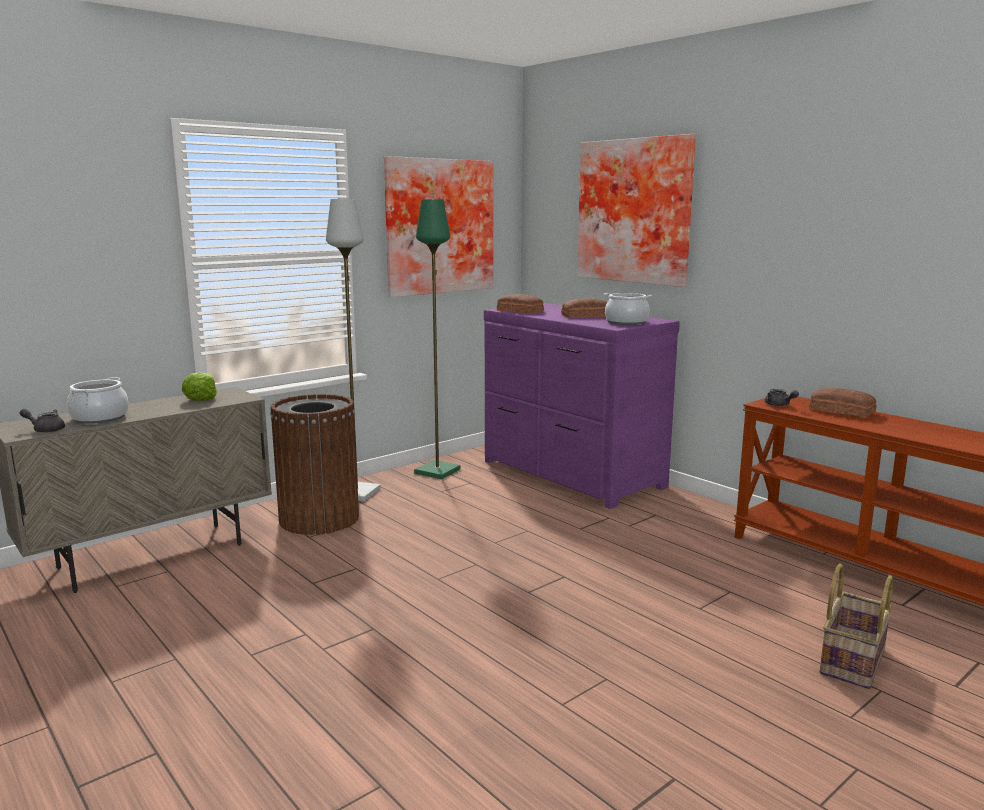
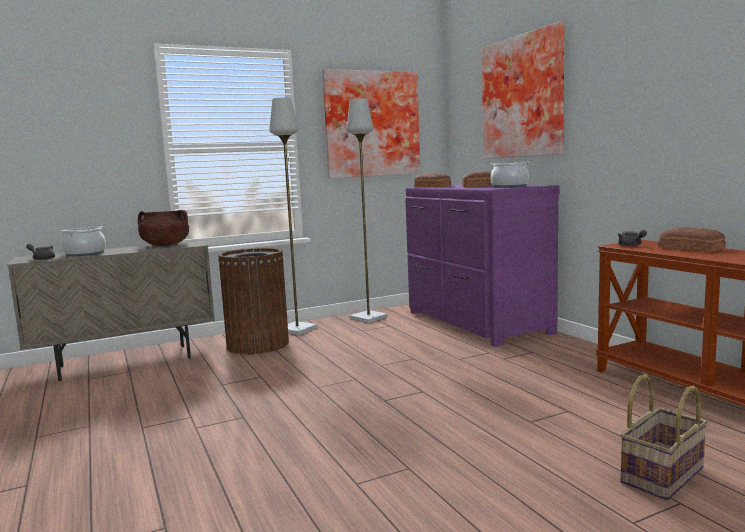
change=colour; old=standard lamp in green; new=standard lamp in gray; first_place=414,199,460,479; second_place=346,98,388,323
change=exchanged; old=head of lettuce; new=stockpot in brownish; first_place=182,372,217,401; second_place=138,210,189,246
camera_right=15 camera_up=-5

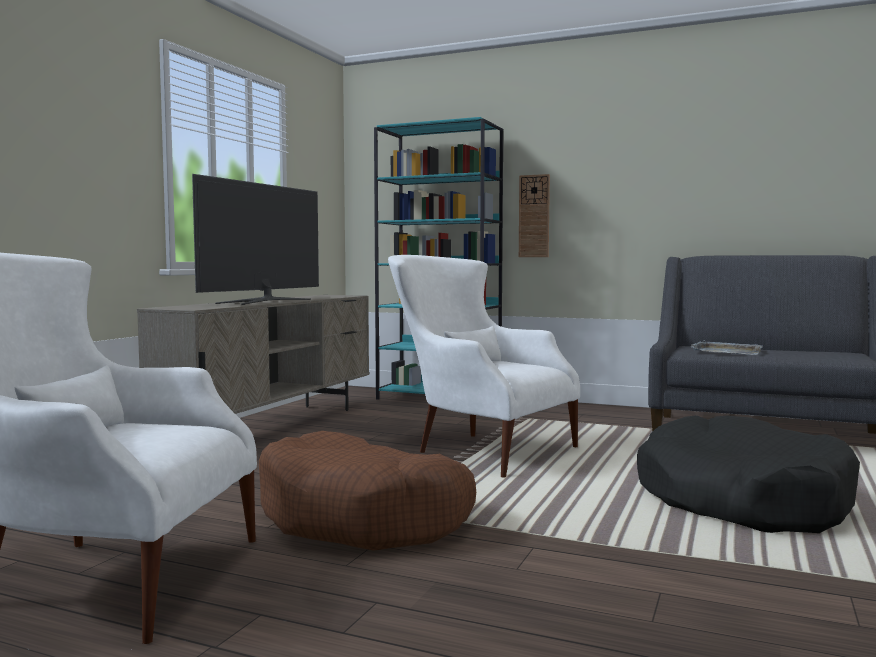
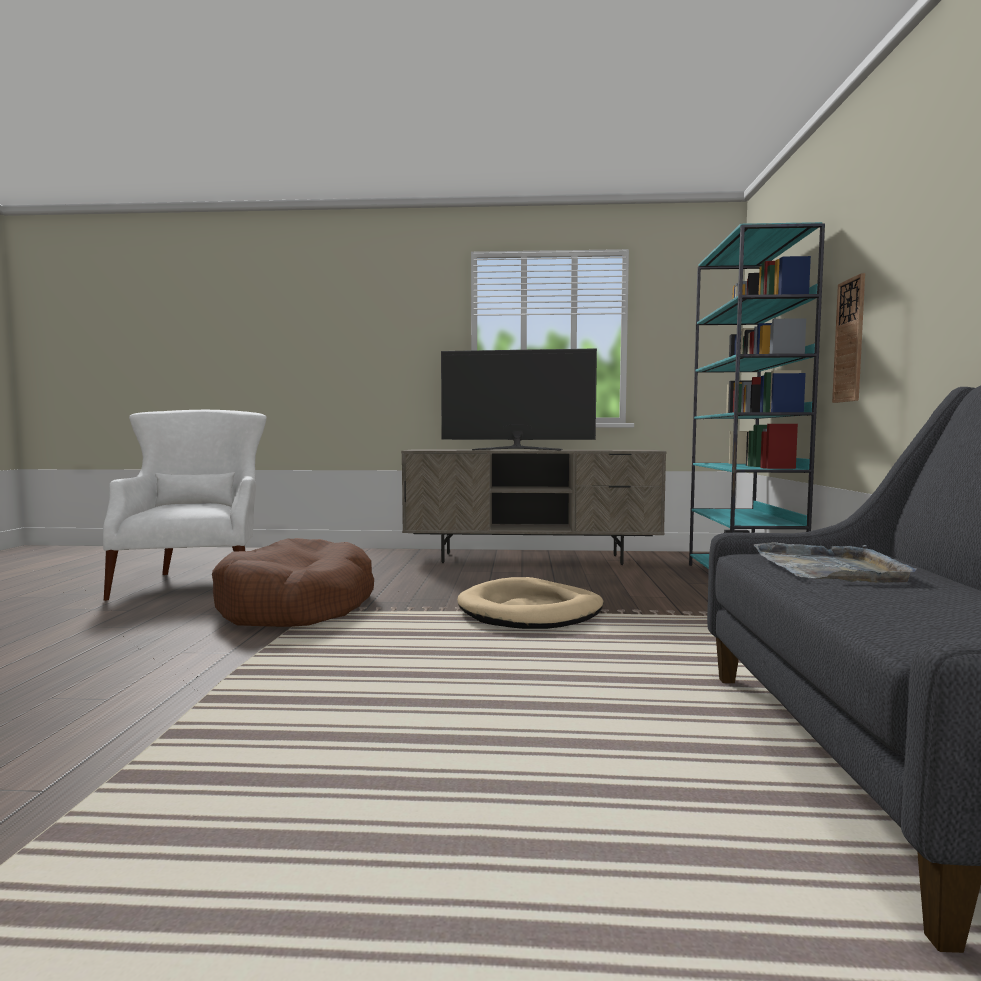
change=exchanged; old=armchair in whitish; new=dog bed in beige-coloured; first_place=388,255,580,478; second_place=457,577,604,629
change=missing; old=dog bed in black; first_place=637,415,860,533
camera_right=70 camera_up=0

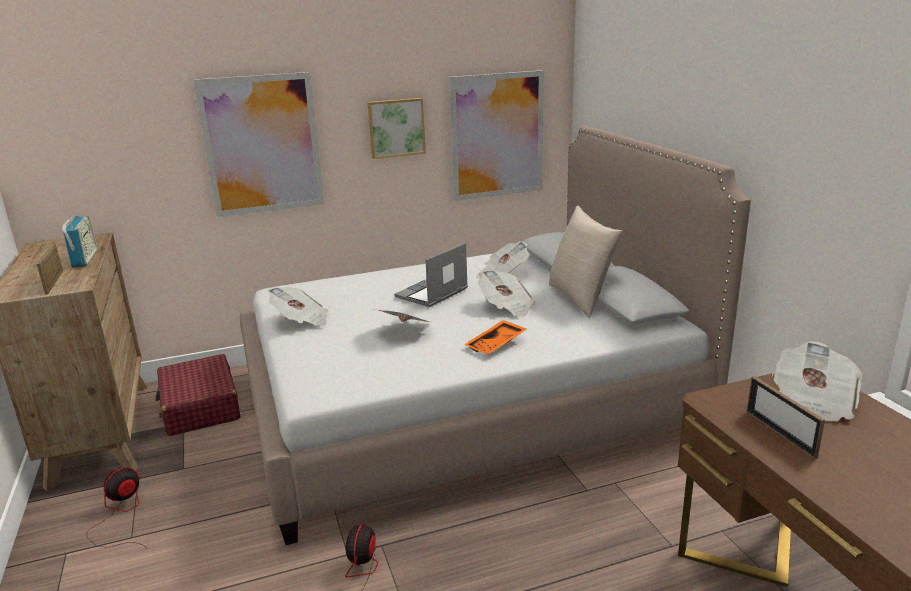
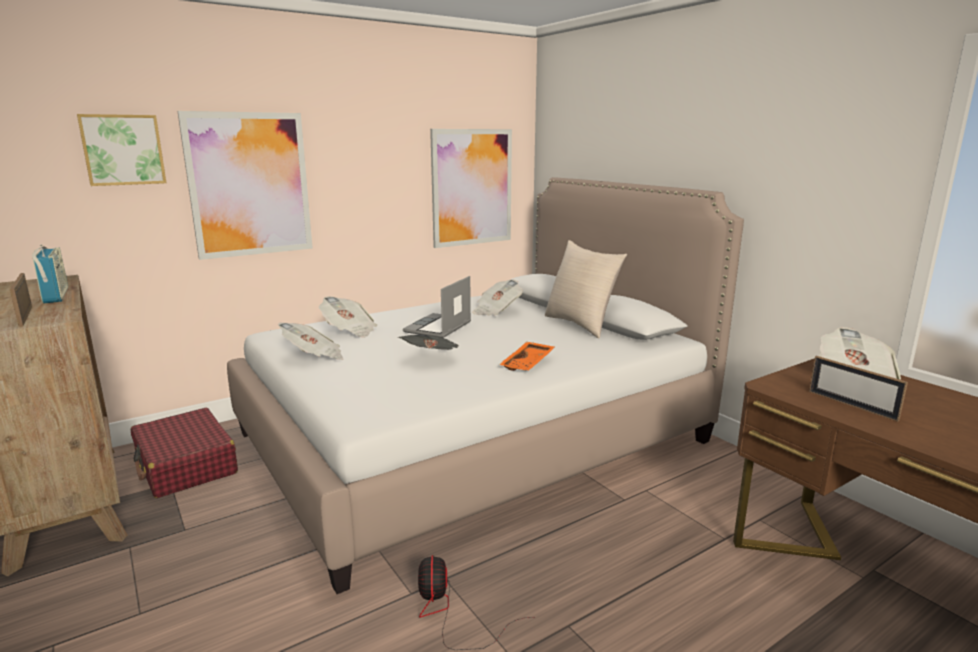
change=relocated; old=wall art; first_place=367,98,426,159; second_place=77,114,166,186
change=relocated; old=printed paper; first_place=478,269,536,317; second_place=319,296,377,338
change=missing; old=cooling fan; first_place=87,467,148,549
camera_right=-15 camera_up=-5

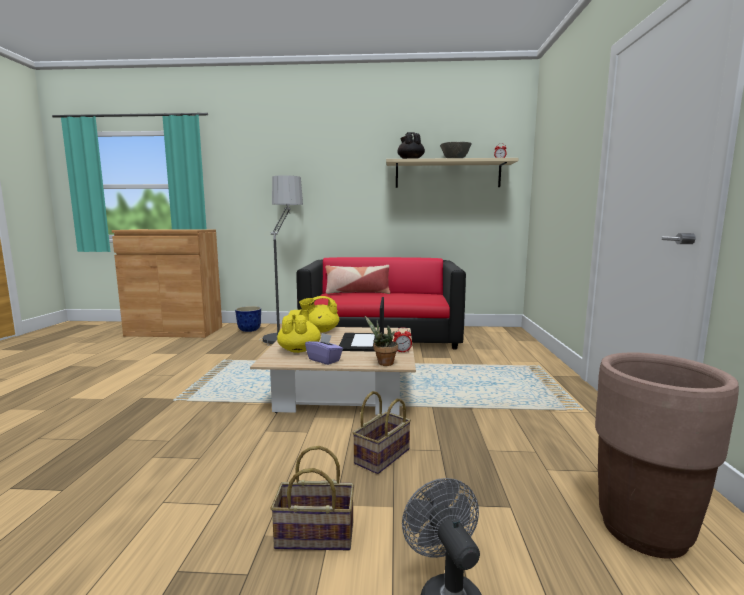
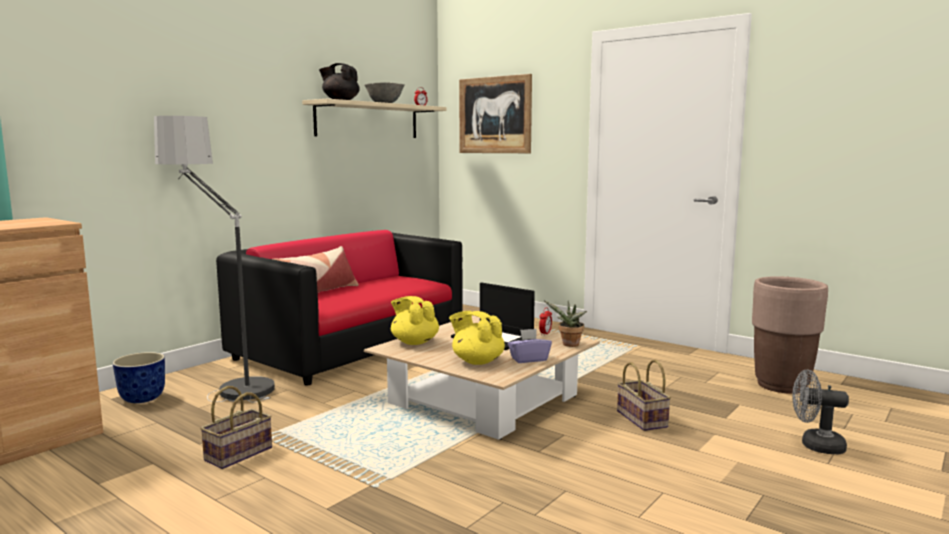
change=spun; old=pot for tea in yellow; first_place=299,296,339,332; second_place=391,296,439,345; degrees=120
change=relocated; old=household basket; first_place=271,446,354,550; second_place=200,386,272,469
change=appeared; new=wall art; second_place=459,74,532,153
camera_right=-55 camera_up=0

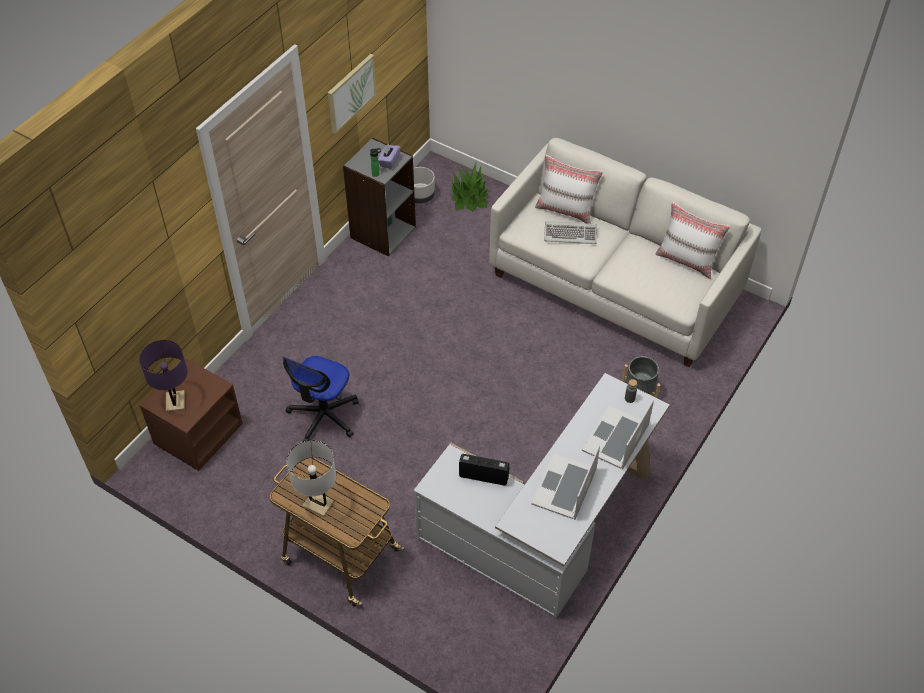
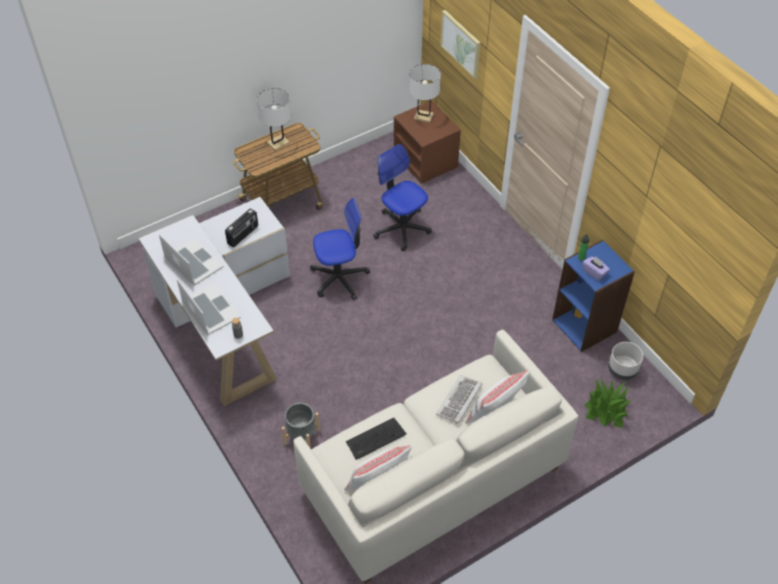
change=relocated; old=wall art; first_place=328,54,377,134; second_place=441,10,481,79
change=colour; old=bookcase in gray; new=bookcase in blue-coloured; first_place=343,137,416,257; second_place=552,240,635,352
change=colour; old=table lamp in purple-coloured; new=table lamp in whitish; first_place=139,340,188,412; second_place=409,64,441,123
change=appeared; new=office chair; second_place=310,198,370,300
change=appeared; new=keyboard; second_place=346,417,407,460
camera_right=115 camera_up=0

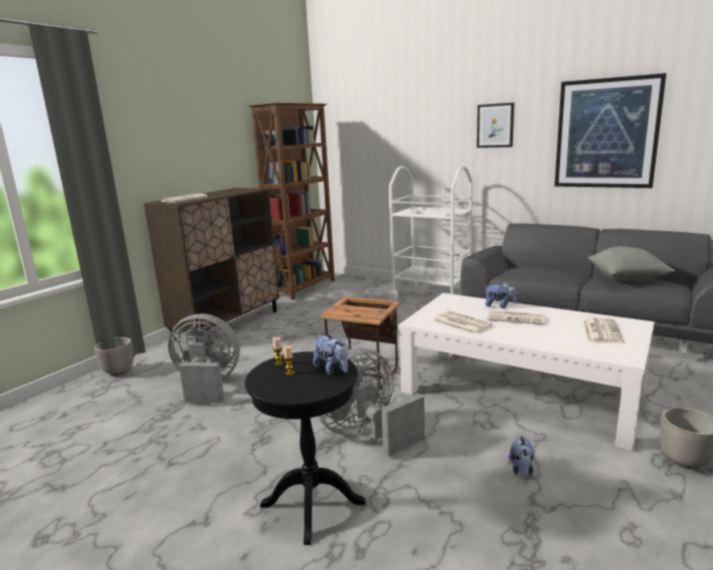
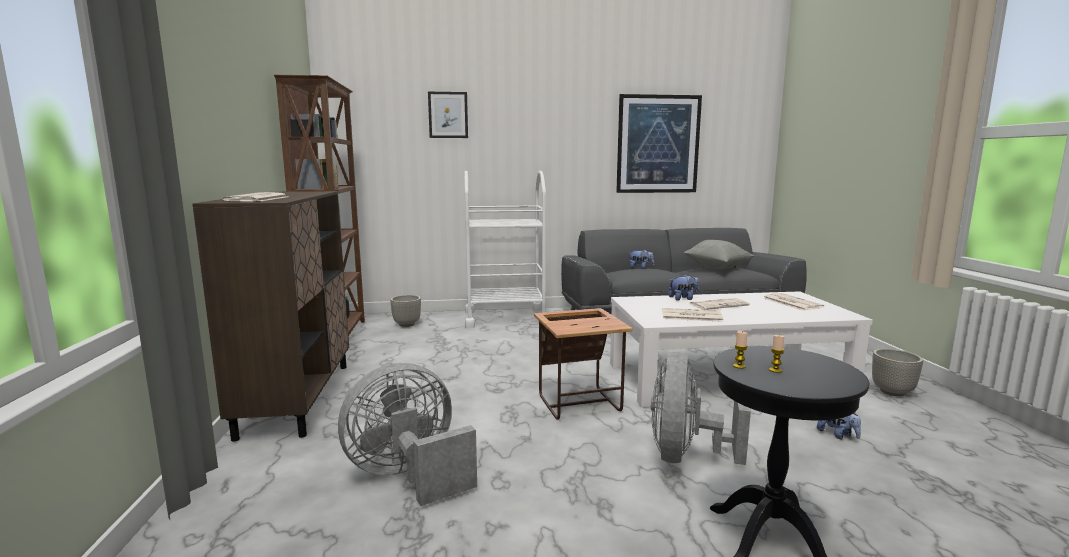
change=relocated; old=wall art; first_place=477,103,514,148; second_place=428,92,468,138
change=relocated; old=plush toy; first_place=313,334,348,375; second_place=628,249,654,269
change=relocated; old=planter; first_place=95,337,133,376; second_place=390,295,421,327
camera_right=-40 camera_up=-5

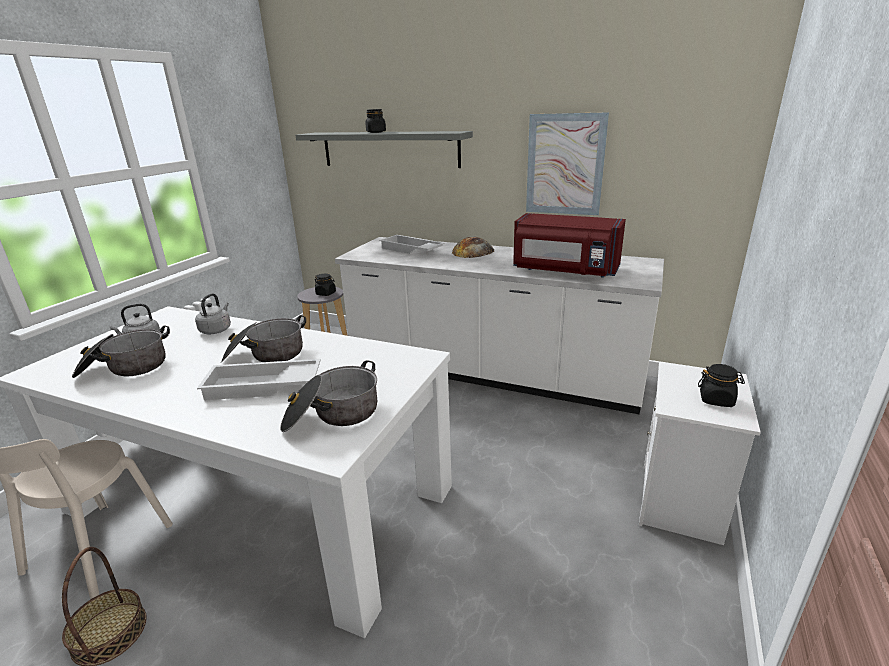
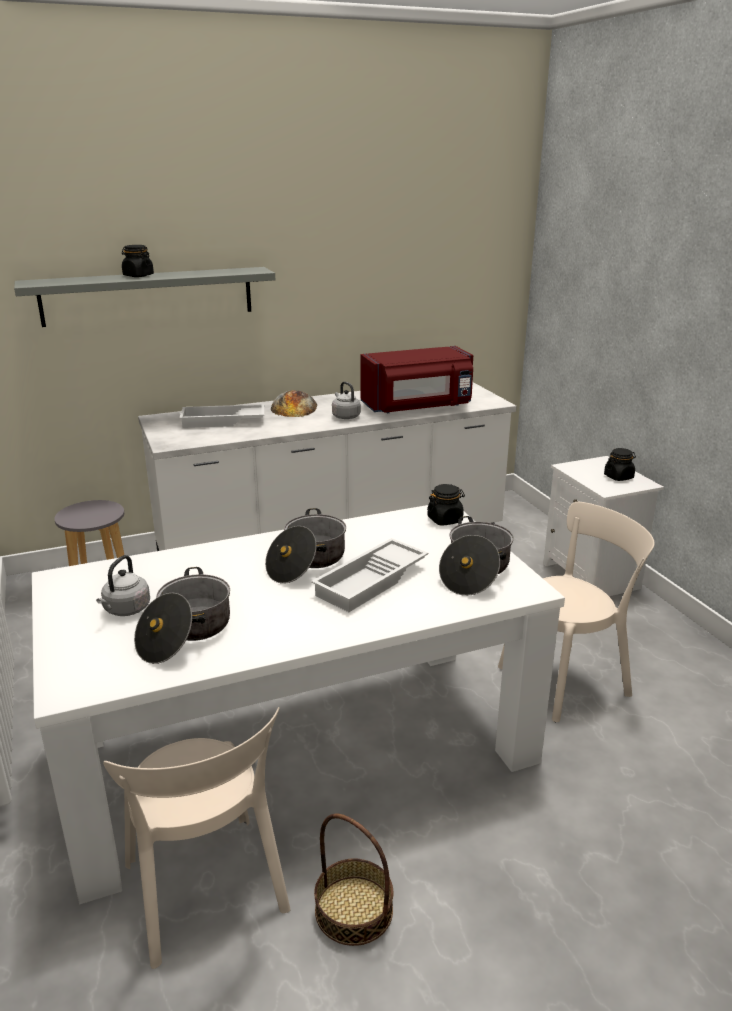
change=missing; old=wall art; first_place=526,112,609,215
change=relocated; old=storage jar in black; first_place=315,274,336,296; second_place=427,484,465,526
change=relocated; old=water kettle in gray; first_place=195,293,231,334; second_place=332,381,361,419
change=appeared; new=chair in beige-coloured; second_place=498,502,655,722
camera_right=-45 camera_up=0

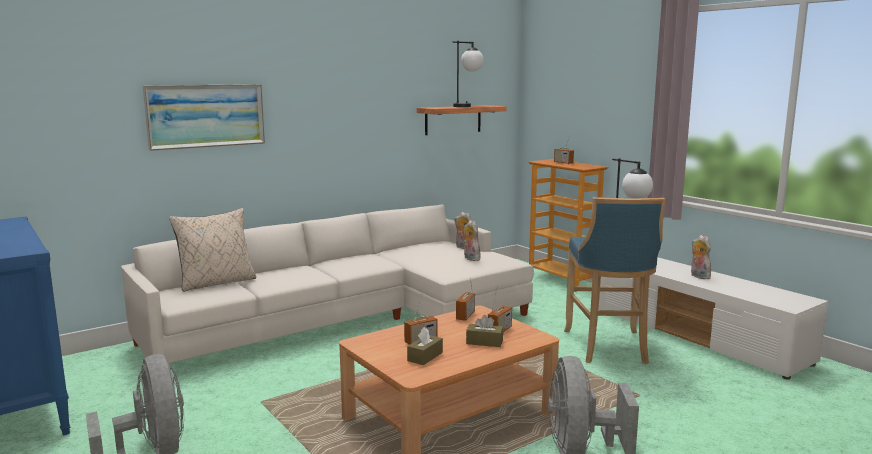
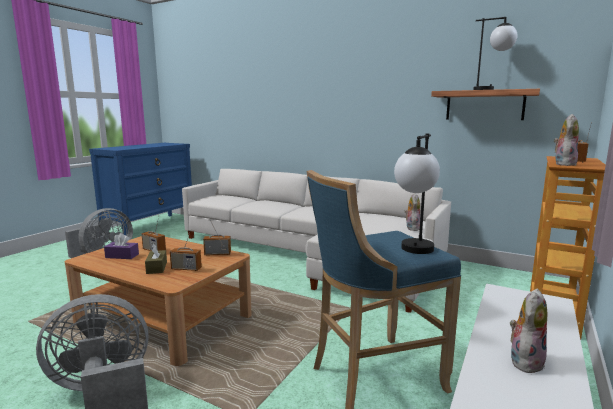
change=missing; old=wall art; first_place=143,84,265,151
change=missing; old=pillow in beige-coloured; first_place=169,208,256,292
change=relocated; old=plush toy; first_place=463,220,480,261; second_place=554,114,579,166
change=colour; old=tissue holder in brownish; new=tissue holder in purple-coloured; first_place=407,327,443,365; second_place=104,233,139,259
camera_right=65 camera_up=0

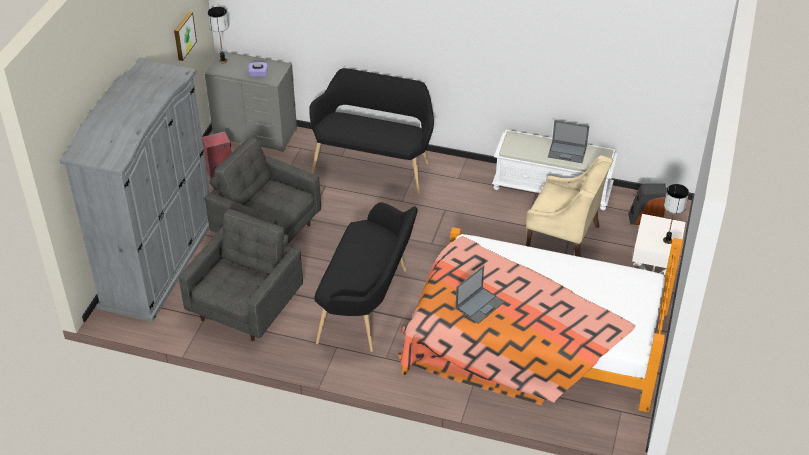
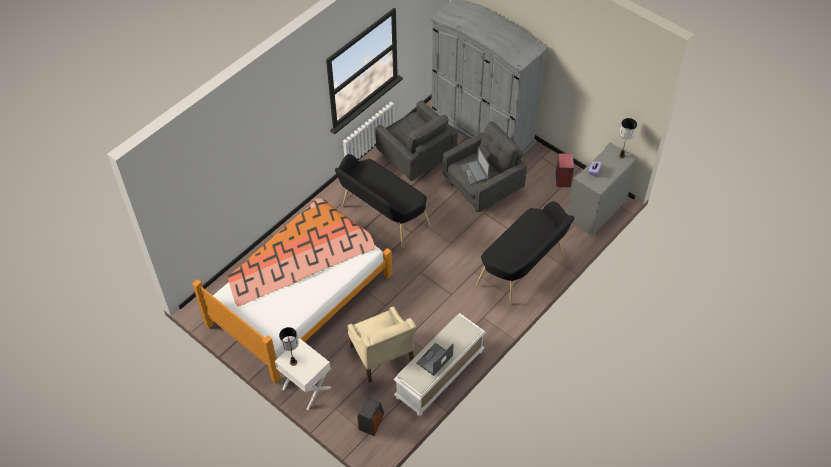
change=missing; old=wall art; first_place=174,12,197,61
change=spun; old=armchair in beige-coloured; first_place=526,155,614,257; second_place=347,307,416,383; degrees=-75
change=relocated; old=portable computer; first_place=456,266,505,324; second_place=460,146,490,184
camera_right=115 camera_up=10

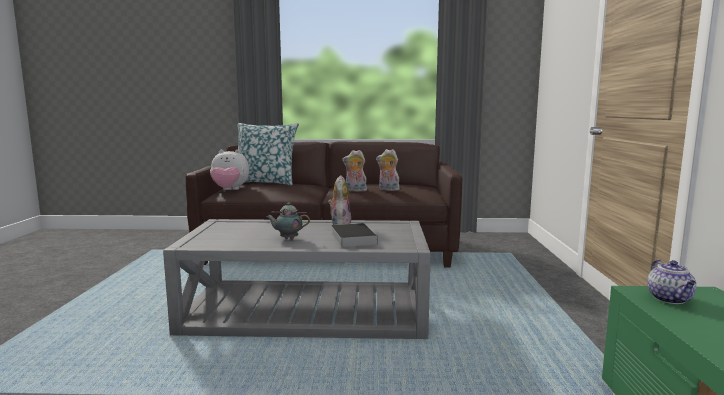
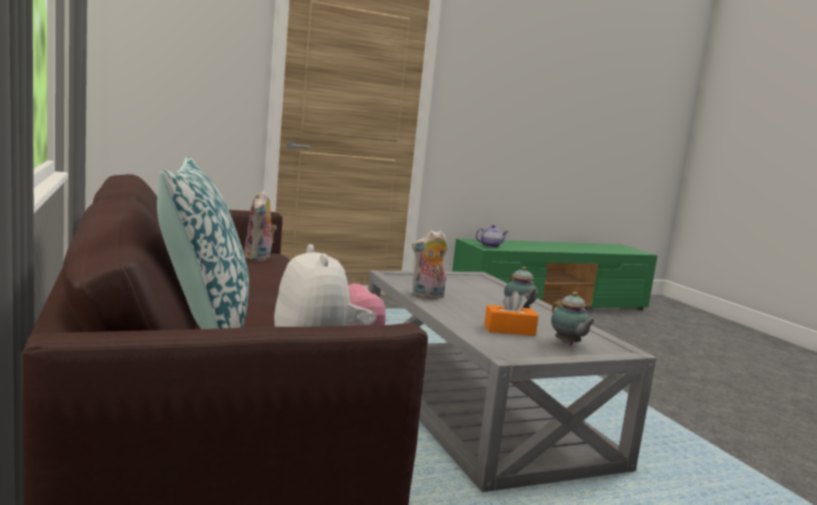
change=missing; old=plush toy; first_place=342,150,367,192
change=missing; old=volume; first_place=331,223,378,247
change=appeared; new=tissue holder in orange; second_place=485,291,539,336
change=appeared; new=pot for tea; second_place=551,292,596,345
camera_right=-115 camera_up=0

